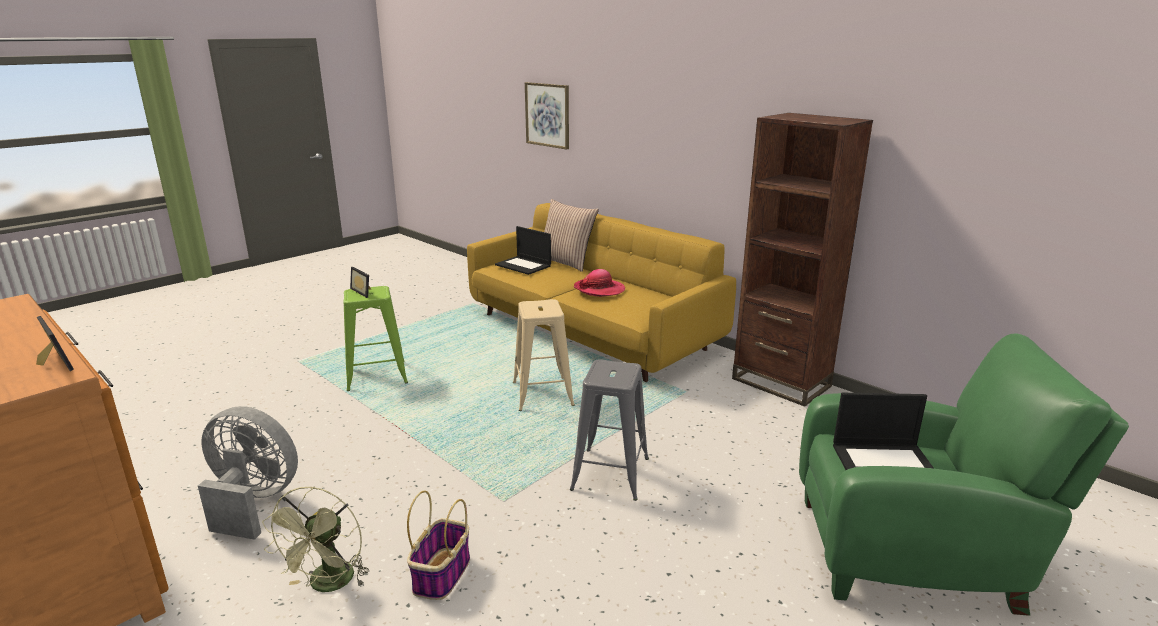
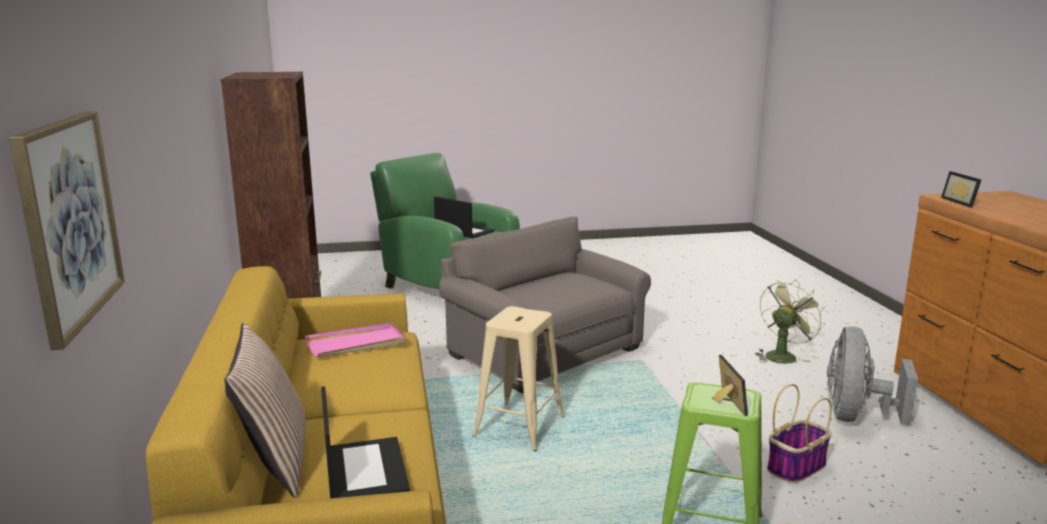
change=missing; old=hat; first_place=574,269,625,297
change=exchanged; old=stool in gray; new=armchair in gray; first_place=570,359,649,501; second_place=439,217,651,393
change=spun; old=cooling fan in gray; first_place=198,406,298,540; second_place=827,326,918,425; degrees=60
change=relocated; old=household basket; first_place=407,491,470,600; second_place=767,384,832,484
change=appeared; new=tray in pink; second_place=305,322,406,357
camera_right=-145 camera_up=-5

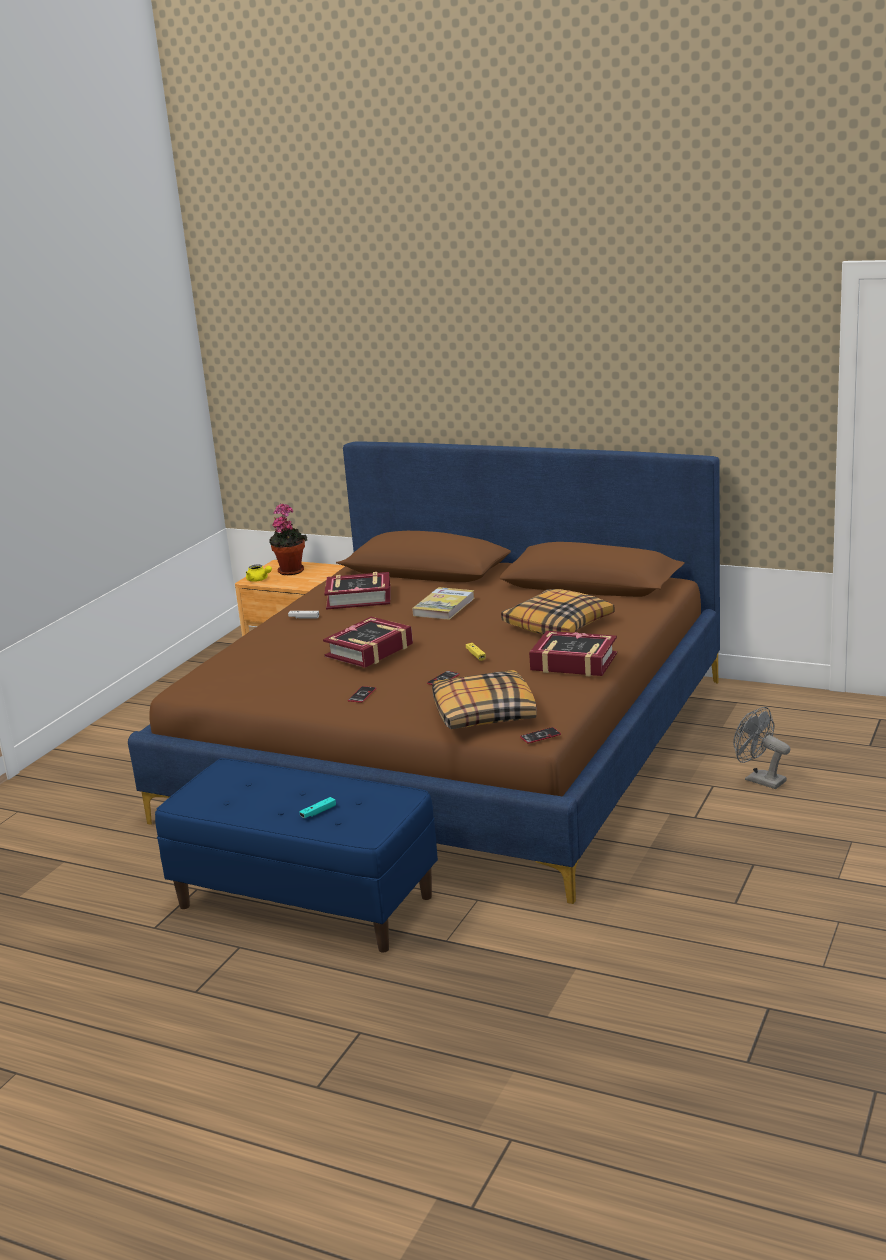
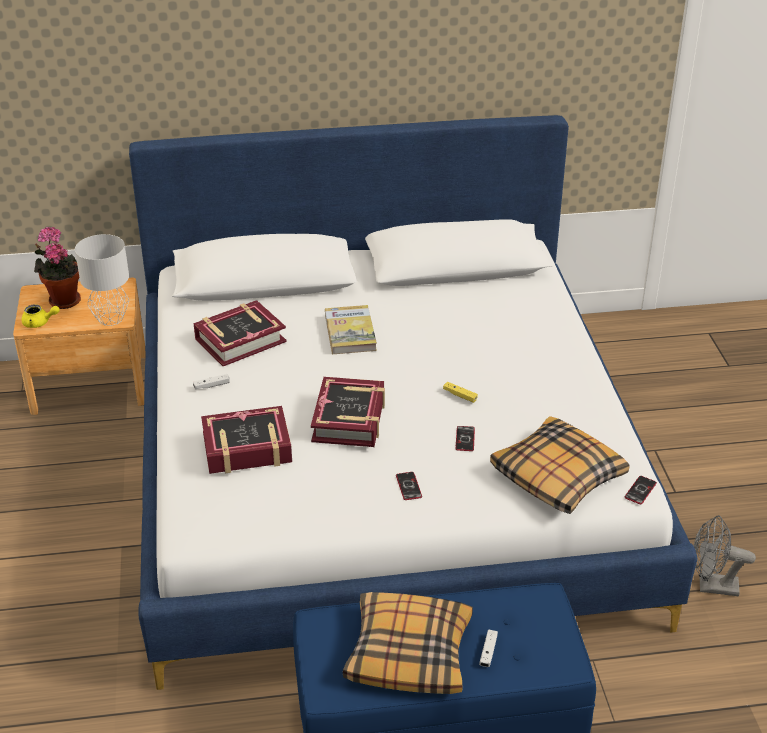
change=colour; old=bedroom bed in brownish; new=bedroom bed in whitish; first_place=128,442,720,904; second_place=129,115,697,690
change=relocated; old=pillow; first_place=501,589,615,634; second_place=343,592,473,694
change=relocated; old=volume; first_place=529,631,617,677; second_place=201,406,292,474
change=relocated; old=cooling fan in gray; first_place=733,707,790,789; second_place=694,515,756,596
change=colour; old=gamepad in turquoise; new=gamepad in whitish; first_place=299,797,336,818; second_place=479,630,498,667
change=appeared; new=table lamp in gray; second_place=75,234,129,326
camera_right=-35 camera_up=15

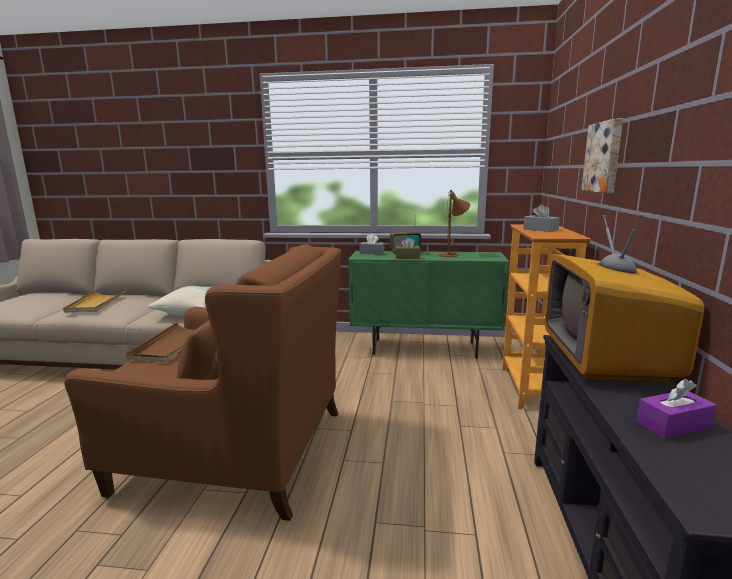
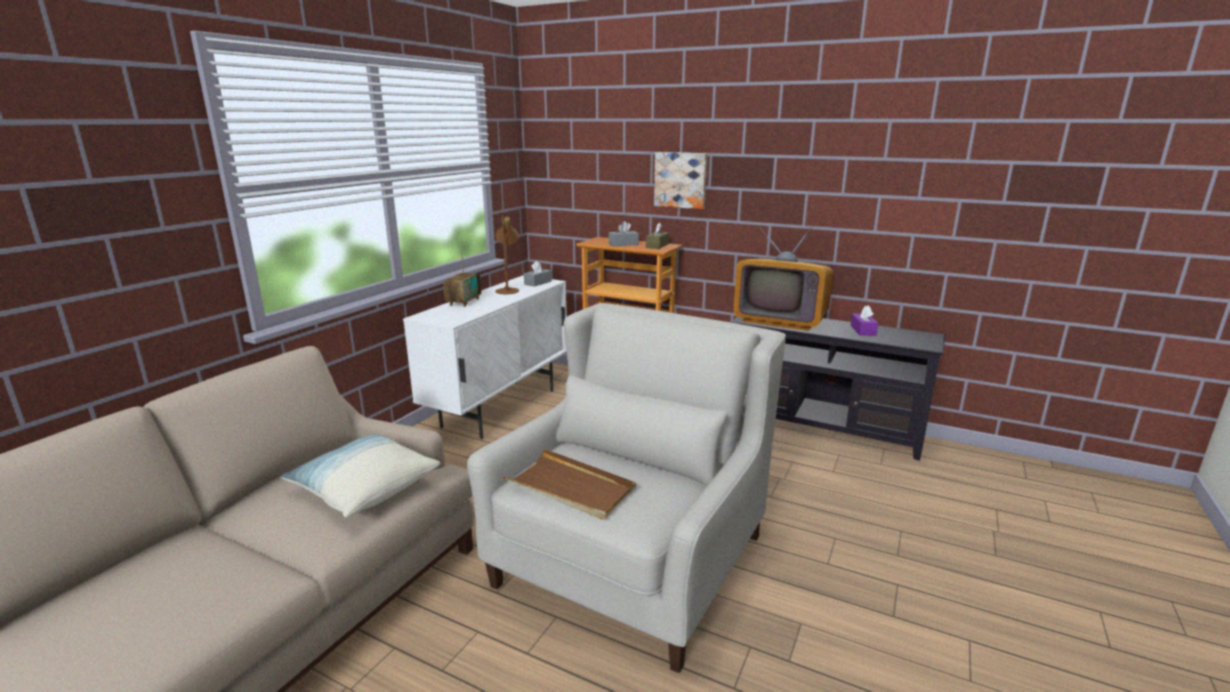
change=relocated; old=tissue holder in gray; first_place=360,234,385,254; second_place=524,261,552,287
change=relocated; old=tissue holder in brownish; first_place=396,237,420,259; second_place=646,223,669,249
change=colour; old=armchair in brownish; new=armchair in whitish; first_place=64,244,342,521; second_place=467,303,786,673
change=colour; old=storage cabinet in green; new=storage cabinet in whitish; first_place=348,251,510,359; second_place=403,275,567,439
change=missing; old=tray in beige-coloured; first_place=63,290,127,313
camera_right=-70 camera_up=5

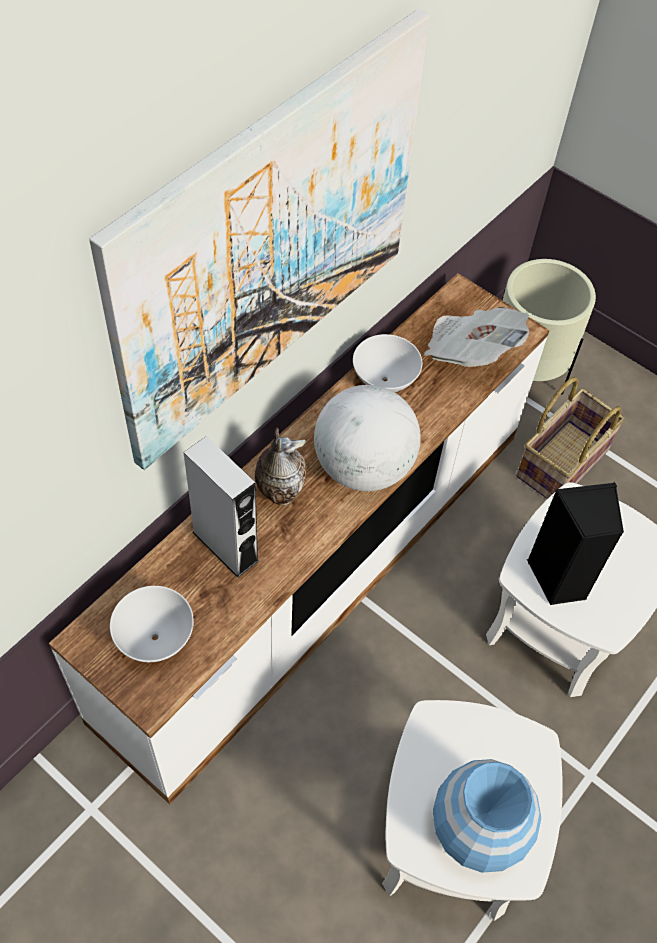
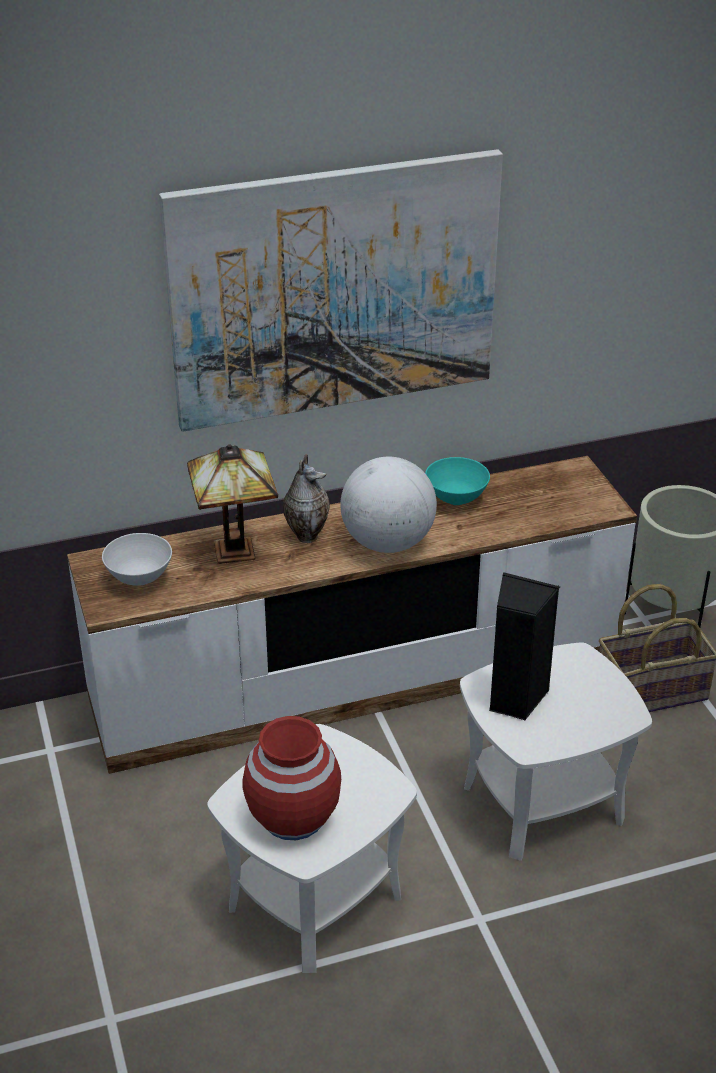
change=missing; old=printed paper; first_place=424,307,529,367
change=colour; old=deep dish in whitish; new=deep dish in turquoise; first_place=353,334,422,392; second_place=425,457,490,505
change=exchanged; old=speaker in gray; new=table lamp; first_place=183,436,259,577; second_place=187,444,278,564
change=colour; old=decorative vase in blue-coloured; new=decorative vase in red-coloured; first_place=433,759,541,873; second_place=243,716,341,840
camera_right=35 camera_up=-20

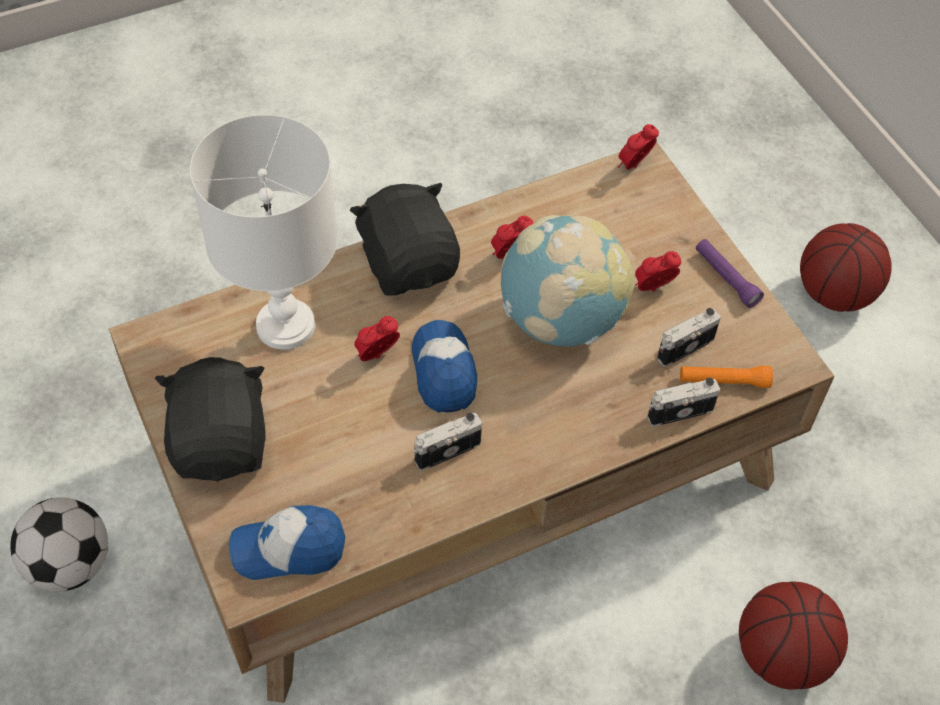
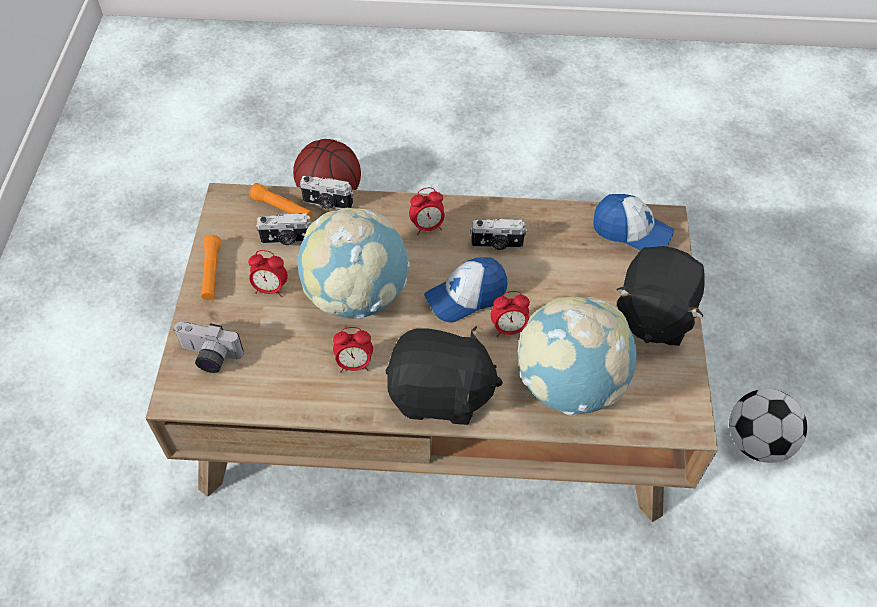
change=exchanged; old=table lamp in whitish; new=world globe; first_place=190,115,338,350; second_place=517,296,637,416
change=relocated; old=alarm clock; first_place=618,124,659,170; second_place=409,187,445,235
change=spun; old=plush toy in black; first_place=350,183,460,296; second_place=386,326,503,425; degrees=-90
change=missing; old=basketball; first_place=800,223,892,312
change=colour; old=flashlight in purple-coloured; new=flashlight in orange; first_place=696,239,764,308; second_place=201,235,221,300
change=spun; old=cap; first_place=412,320,477,413; second_place=424,257,508,323; degrees=45
change=appeared; new=still camera; second_place=173,322,244,373
camera_right=-150 camera_up=0

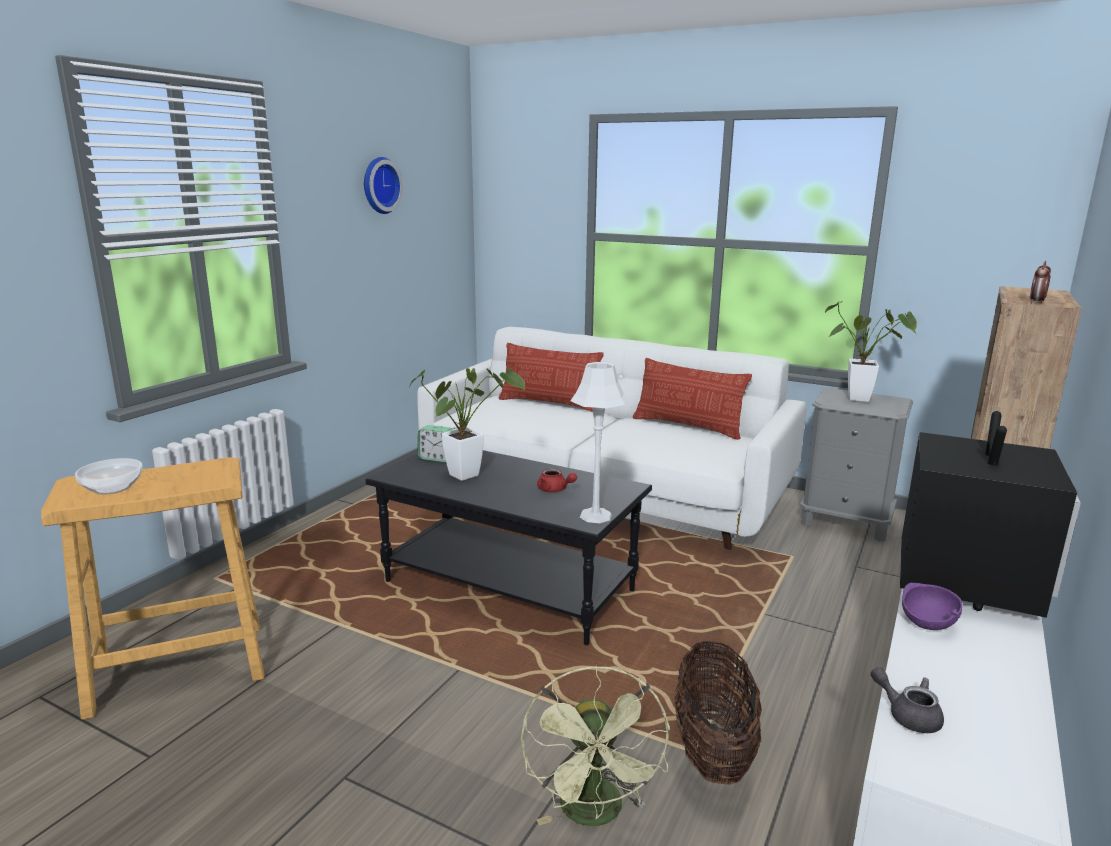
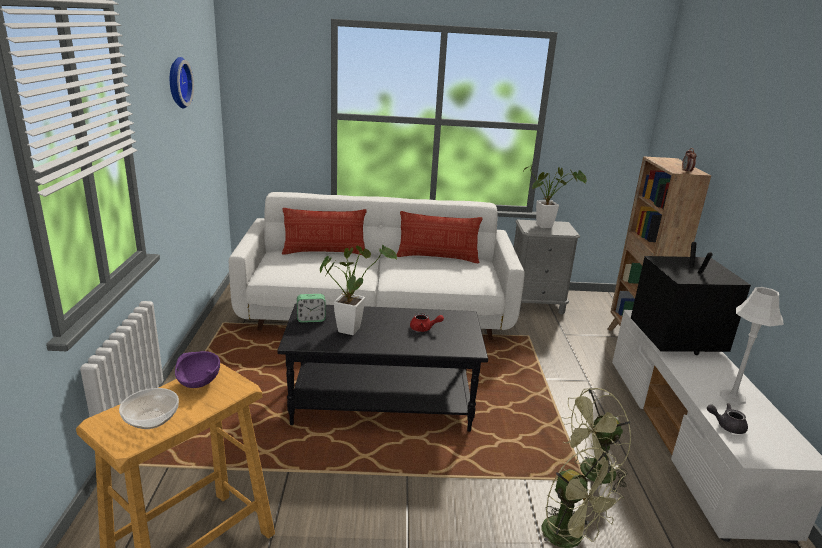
change=relocated; old=table lamp in whitish; first_place=571,362,628,523; second_place=720,287,784,405
change=relocated; old=deep dish in purple-coloured; first_place=902,583,963,630; second_place=175,351,220,388
change=exchanged; old=household basket; new=cooling fan in green; first_place=674,641,762,785; second_place=561,388,631,494
camera_right=-30 camera_up=5

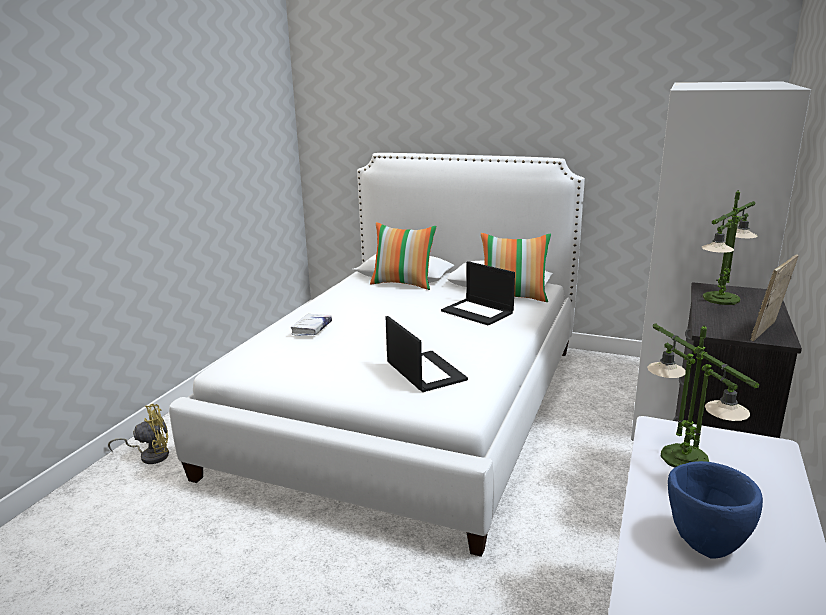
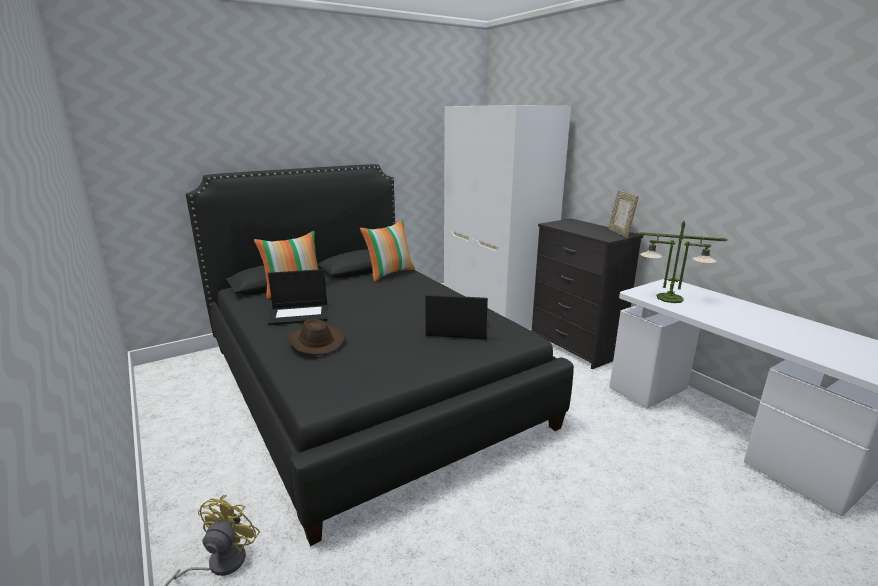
change=colour; old=bedroom bed in whitish; new=bedroom bed in black; first_place=169,153,585,557; second_place=186,164,574,546
change=missing; old=table lamp; first_place=702,190,758,305
change=relocated; old=portable computer; first_place=441,261,515,326; second_place=268,269,328,325
change=exchanged; old=volume in whitish; new=hat in brownish; first_place=291,314,332,336; second_place=287,319,345,355
change=missing; old=deep dish in blue-coloured; first_place=668,461,763,559
camera_right=-55 camera_up=0

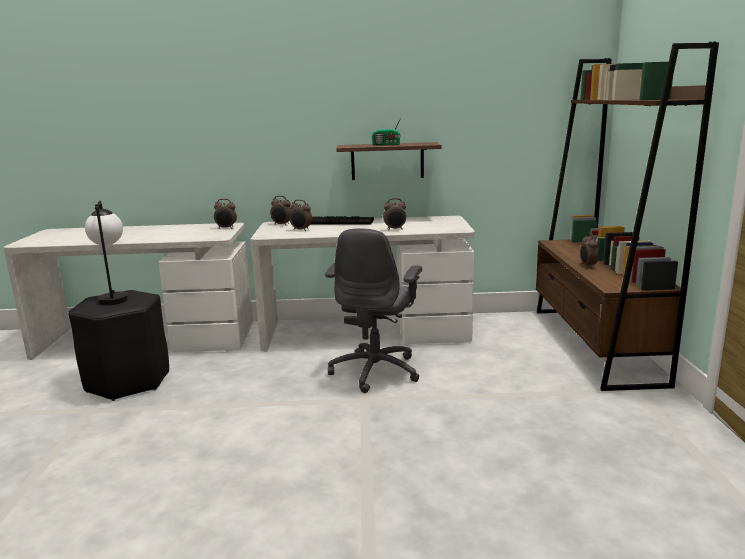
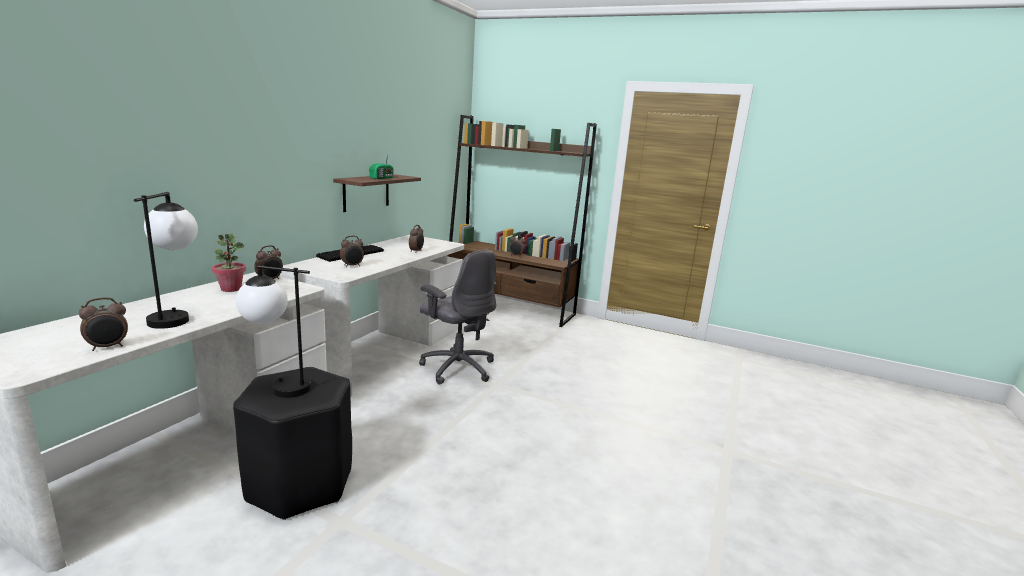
change=relocated; old=alarm clock; first_place=270,196,292,226; second_place=79,297,128,351
change=appeared; new=table lamp; second_place=134,192,198,329
change=appeared; new=potted plant; second_place=212,233,246,292
camera_right=-65 camera_up=0

